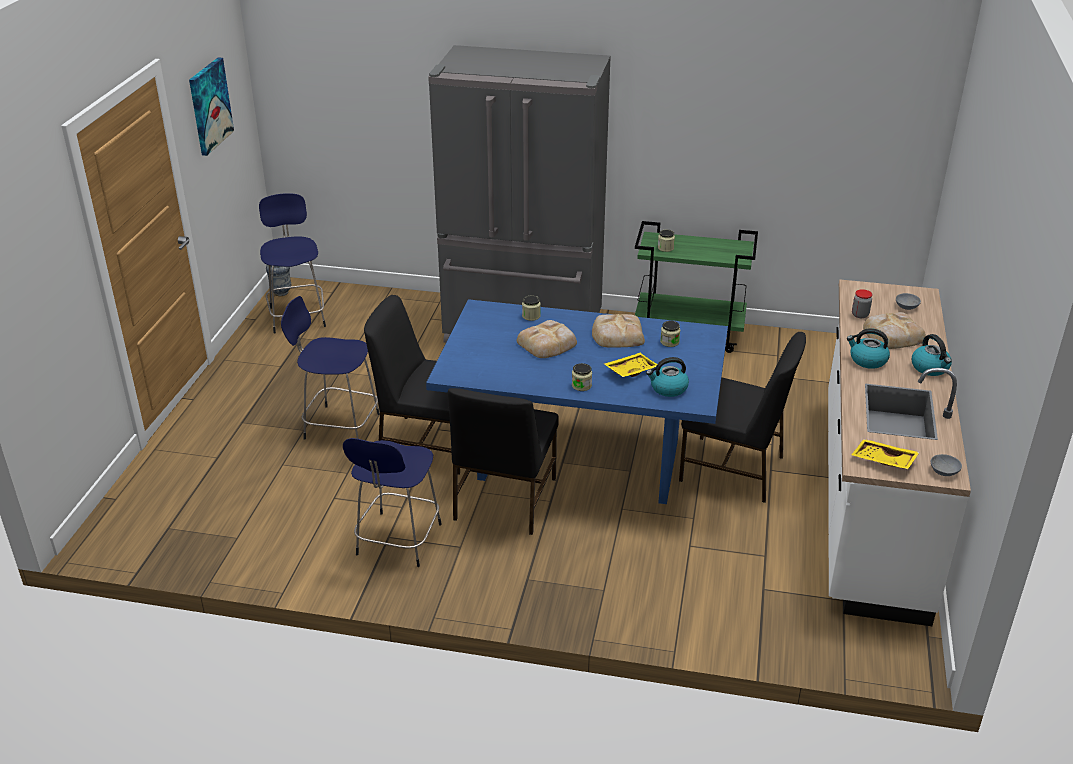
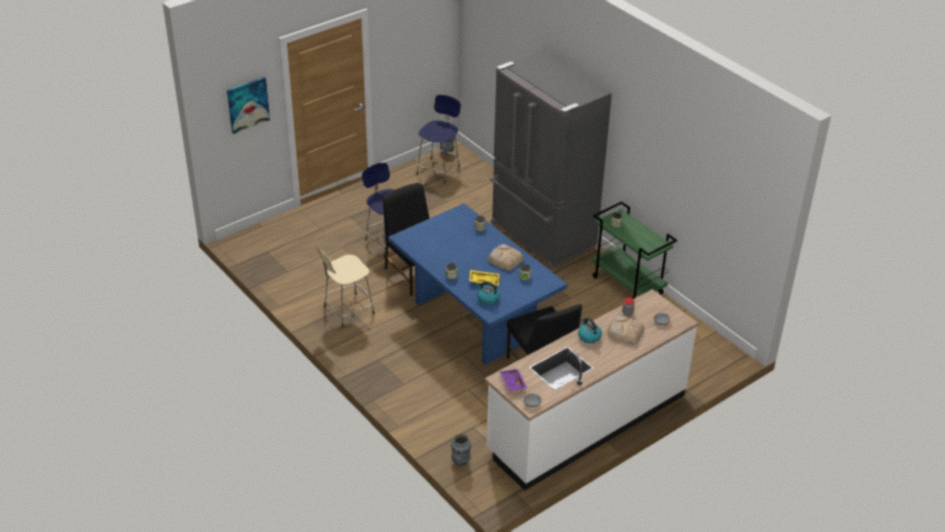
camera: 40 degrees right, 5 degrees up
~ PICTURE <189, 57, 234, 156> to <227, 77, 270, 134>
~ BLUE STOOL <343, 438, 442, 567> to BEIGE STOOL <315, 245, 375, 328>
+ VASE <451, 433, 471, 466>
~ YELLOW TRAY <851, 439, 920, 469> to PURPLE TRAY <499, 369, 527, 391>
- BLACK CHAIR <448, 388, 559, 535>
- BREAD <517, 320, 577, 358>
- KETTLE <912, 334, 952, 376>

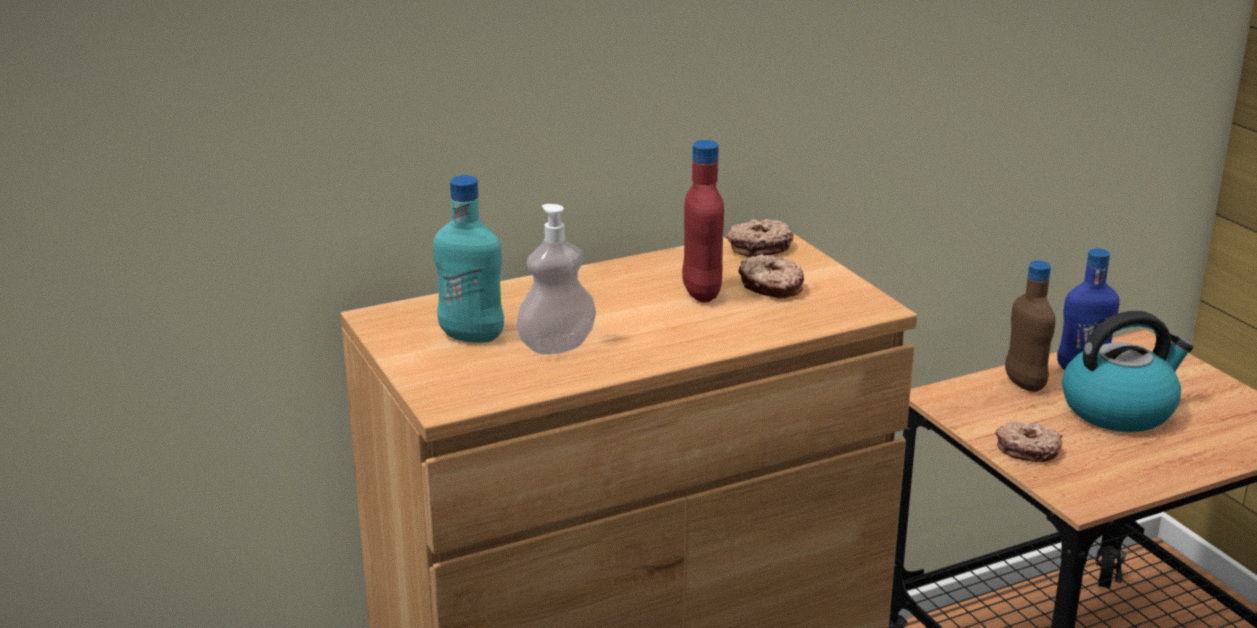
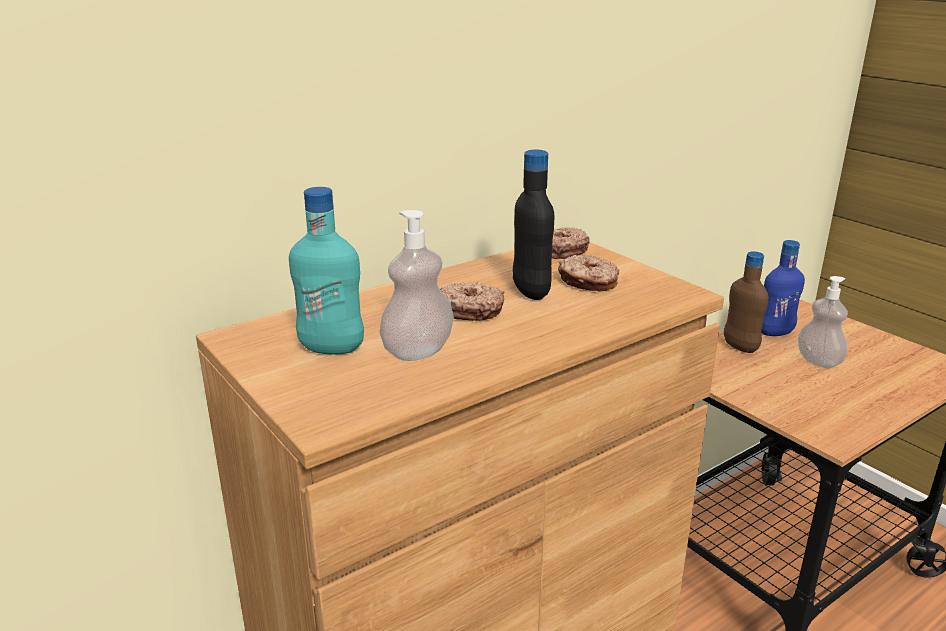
camera: 10 degrees left, 0 degrees up
~ DONUT <995, 422, 1062, 462> to <440, 282, 505, 321>
~ RED BOTTLE <682, 140, 724, 303> to BLACK BOTTLE <513, 150, 554, 300>
~ KETTLE <1062, 311, 1193, 432> to SOAP DISPENSER <798, 276, 848, 368>

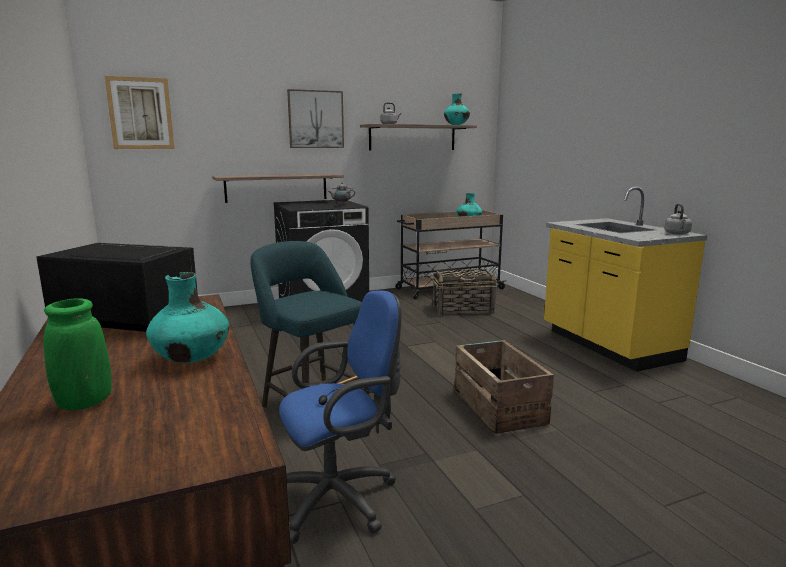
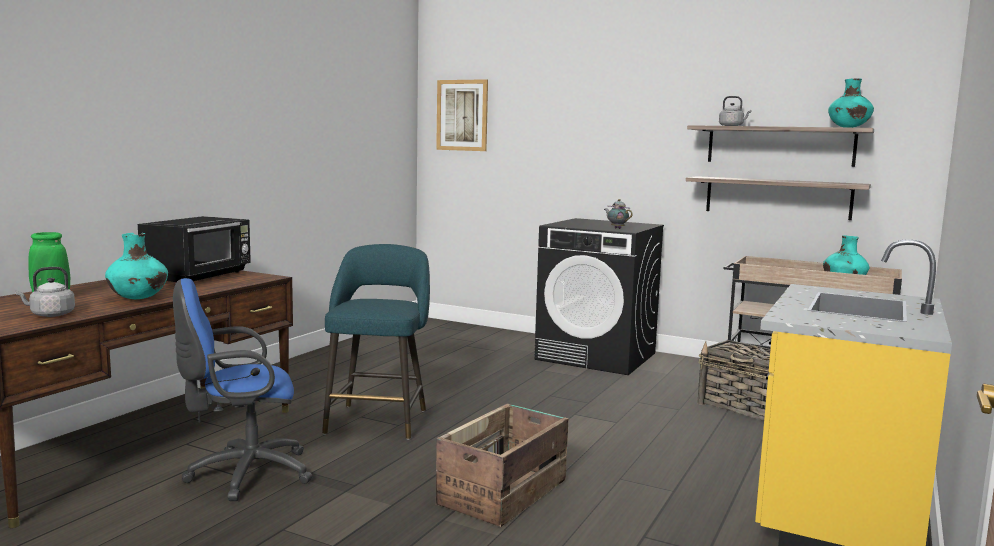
camera: 50 degrees right, 5 degrees down
~ GREY KETTLE <664, 203, 692, 235> to <15, 267, 75, 317>
~ BLACK MICROWAVE <36, 243, 198, 332> = <138, 216, 251, 282> 45 degrees clockwise
~ BLUE OFFICE CHAIR <279, 290, 402, 544> = <173, 278, 313, 501> 135 degrees clockwise
~ SHELF <213, 173, 344, 203> to <686, 176, 871, 220>
- PICTURE <287, 89, 344, 148>

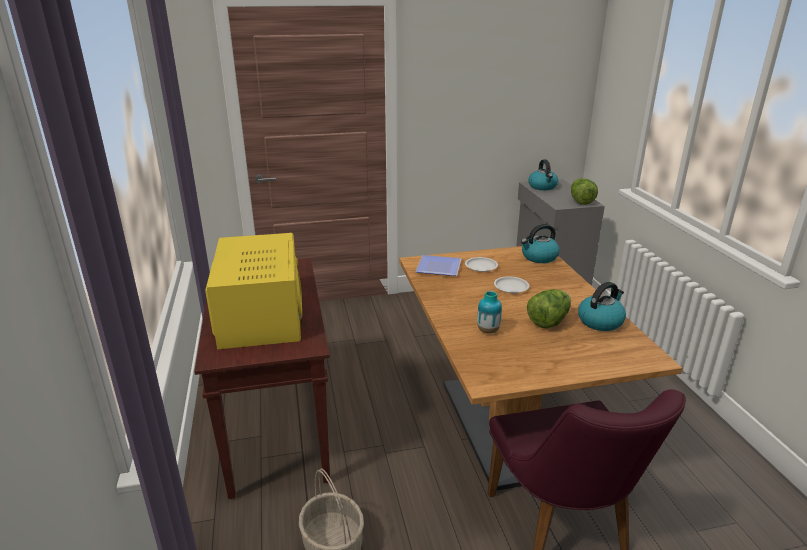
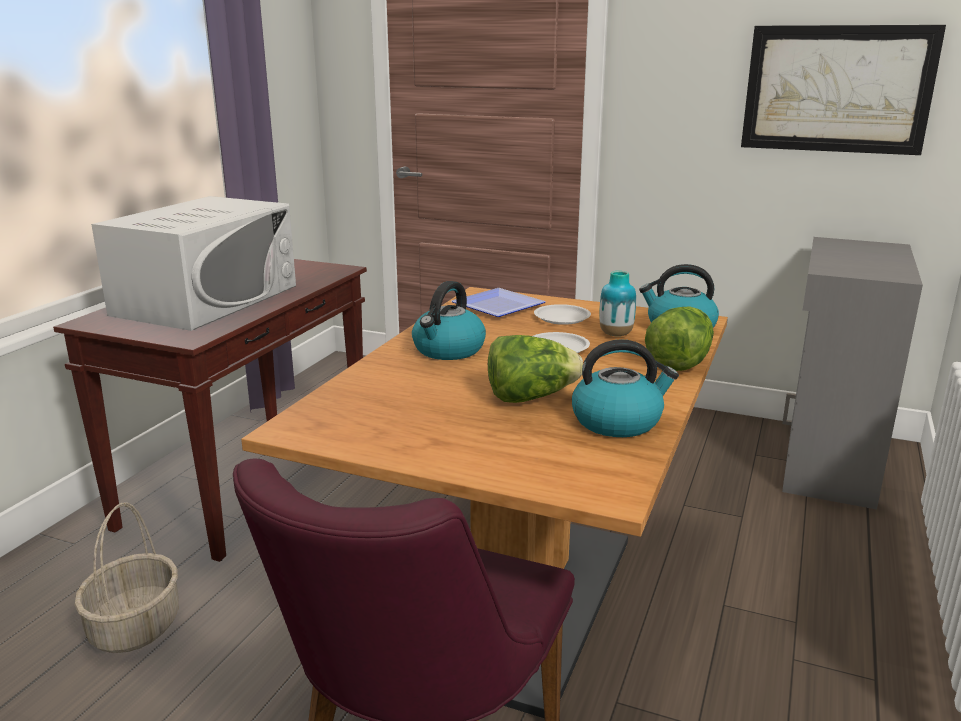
camera: 35 degrees right, 5 degrees down
~ YELLOW MICROWAVE <205, 233, 302, 349> to WHITE MICROWAVE <91, 196, 296, 331>
~ KETTLE <529, 159, 558, 190> to <412, 281, 486, 360>
~ VASE <477, 291, 502, 334> to <599, 271, 636, 336>
~ LETTUCE <571, 178, 598, 205> to <645, 306, 714, 371>
+ PICTURE <741, 25, 946, 155>

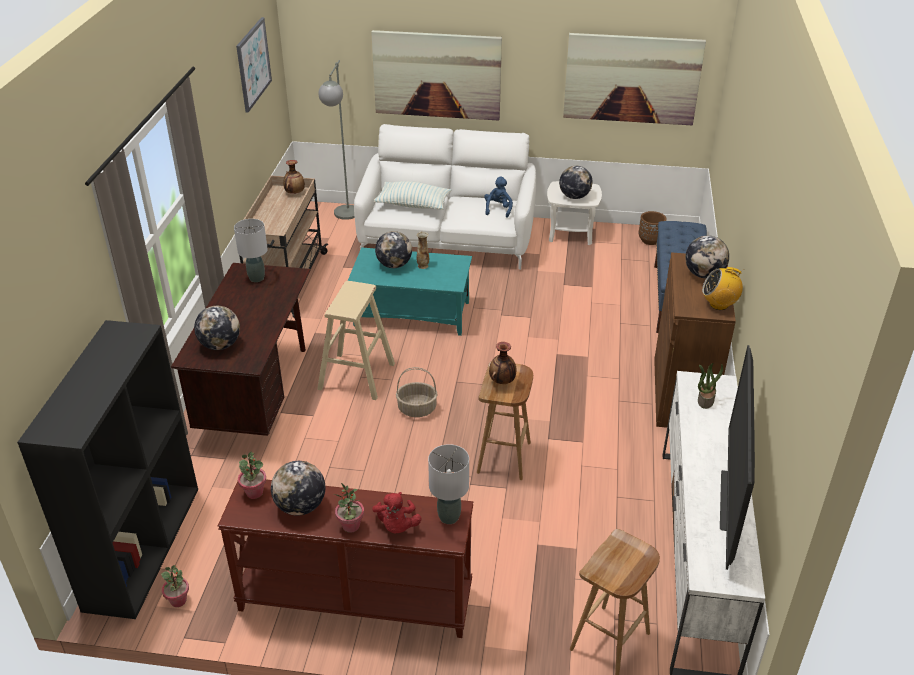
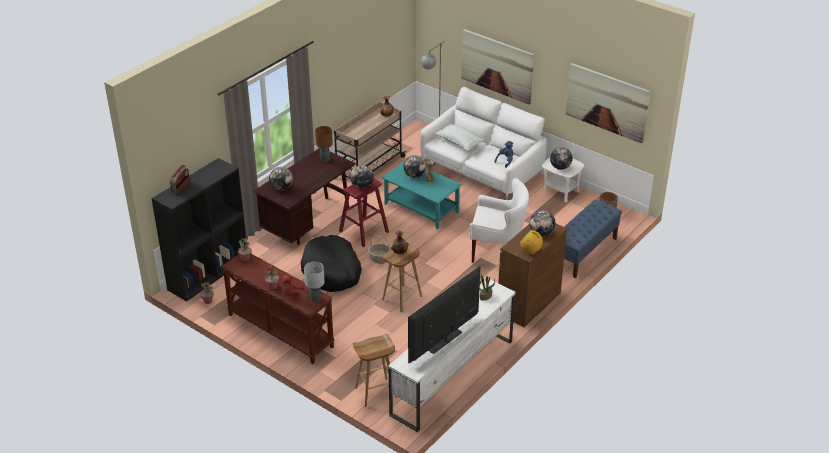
camera: 30 degrees right, 0 degrees up
+ RADIO <170, 165, 190, 194>
+ BLACK DOG BED <301, 235, 362, 292>
~ GREY TABLE LAMP <234, 219, 268, 282> to BROWN TABLE LAMP <315, 126, 333, 162>
~ BEIGE STOOL <317, 281, 395, 400> to RED STOOL <339, 179, 389, 247>
~ GLOBE <271, 461, 325, 516> to <350, 165, 374, 189>
+ WHITE ARMCHAIR <469, 178, 529, 263>
- PICTURE <236, 17, 272, 113>

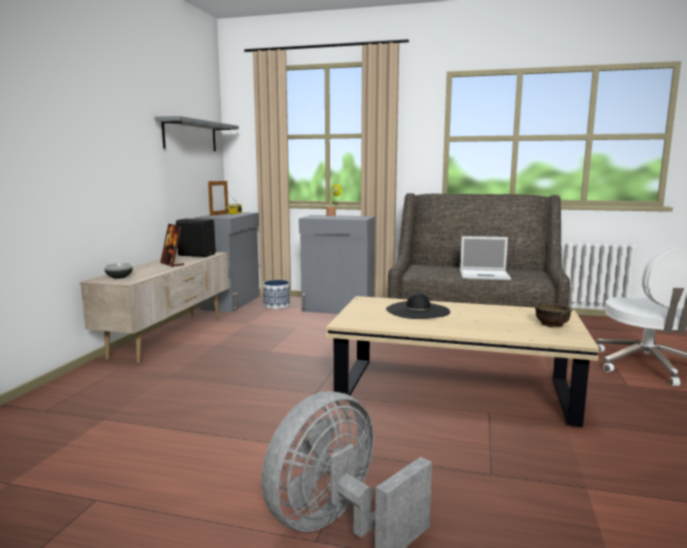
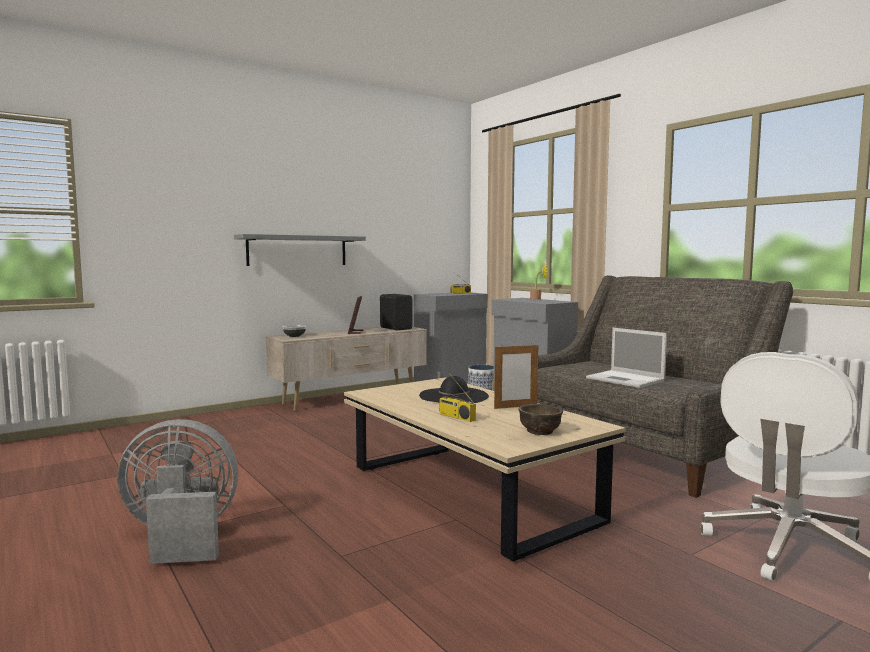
camera: 40 degrees right, 5 degrees down
~ GREY SHELF <155, 116, 239, 151> to <234, 234, 366, 266>
+ RADIO <439, 373, 476, 422>
~ PICTURE FRAME <208, 180, 228, 216> to <494, 343, 538, 409>

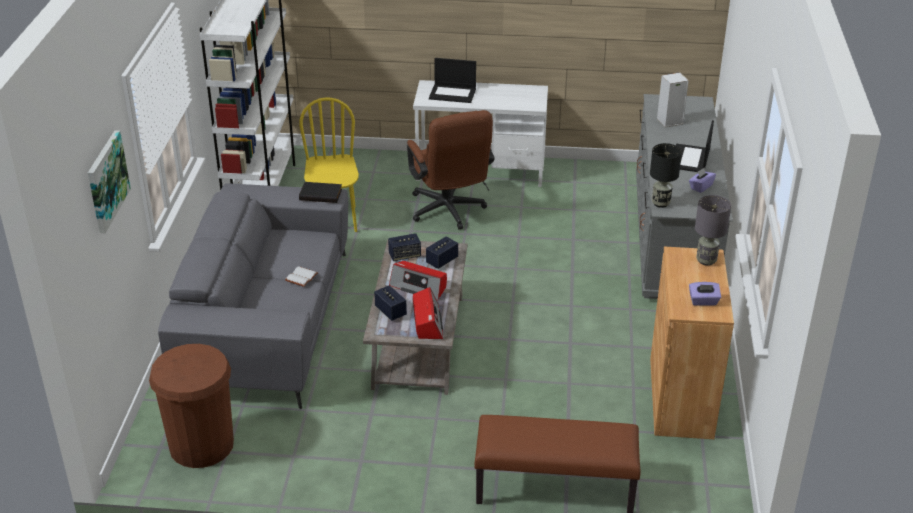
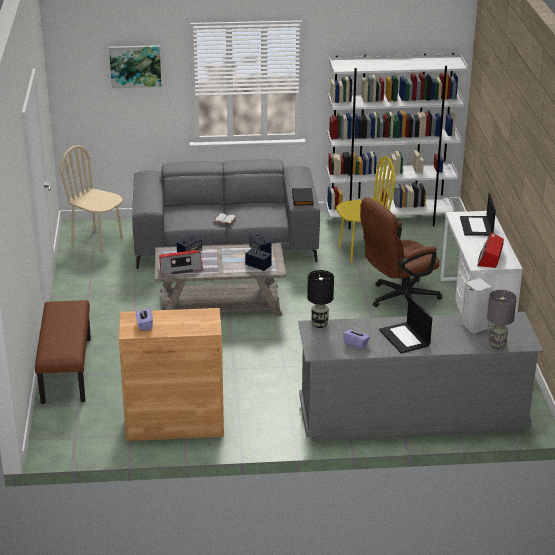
camera: 80 degrees right, 5 degrees down
~ BROWN TRASH CAN <149, 344, 234, 468> to BEIGE CHAIR <60, 145, 123, 254>
~ LAPTOP <676, 120, 714, 172> = <379, 296, 432, 353> 120 degrees counterclockwise
~ RADIO <389, 261, 447, 300> to <477, 232, 504, 268>
~ GREY TABLE LAMP <695, 195, 731, 266> to <487, 290, 517, 349>

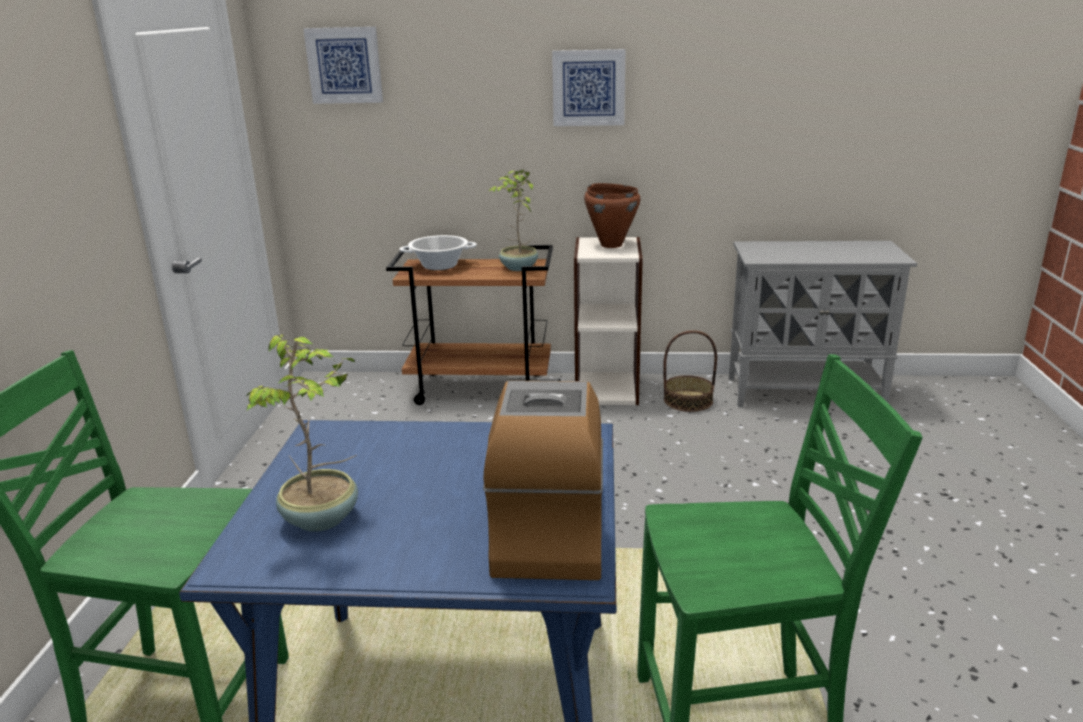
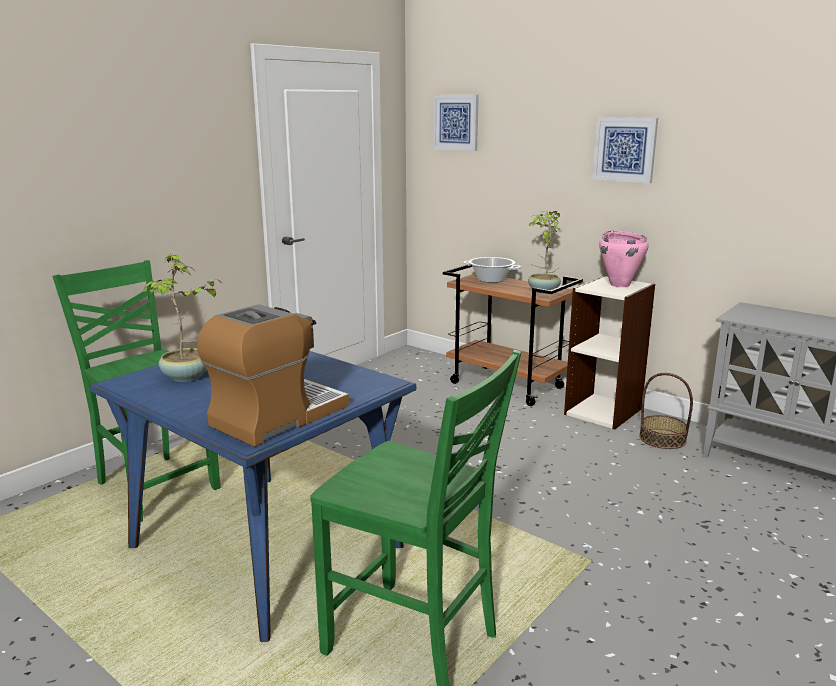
camera: 35 degrees right, 5 degrees down
~ BROWN COOKING POT <584, 183, 640, 248> to PINK COOKING POT <599, 231, 648, 287>

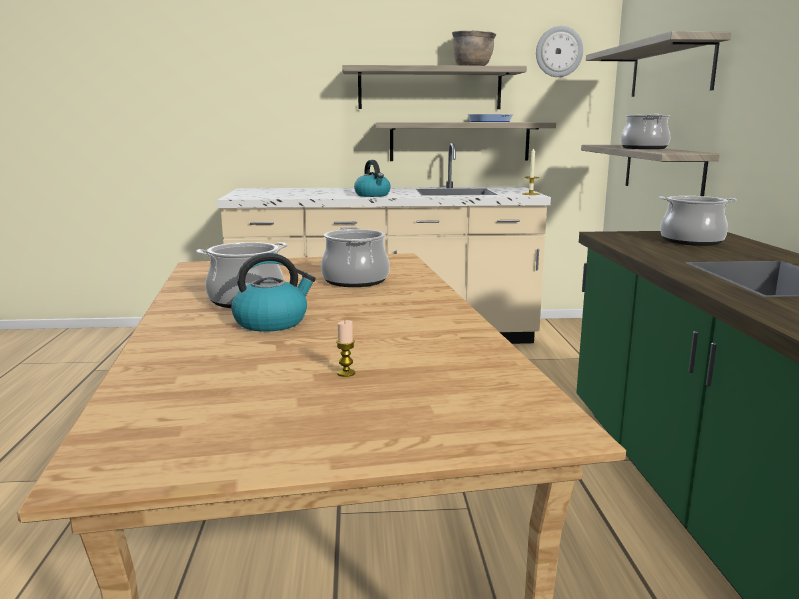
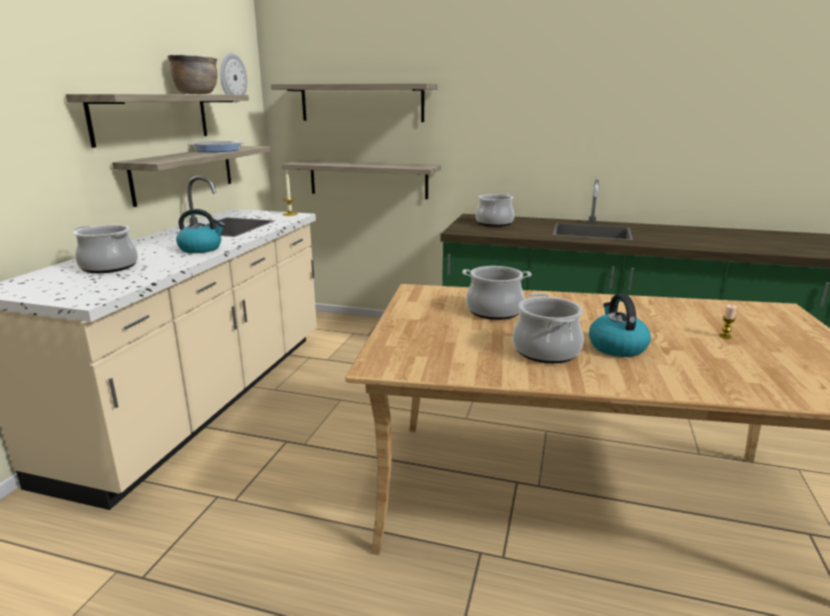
camera: 70 degrees left, 5 degrees up
~ COOKING POT <621, 114, 670, 149> to <74, 225, 138, 273>

